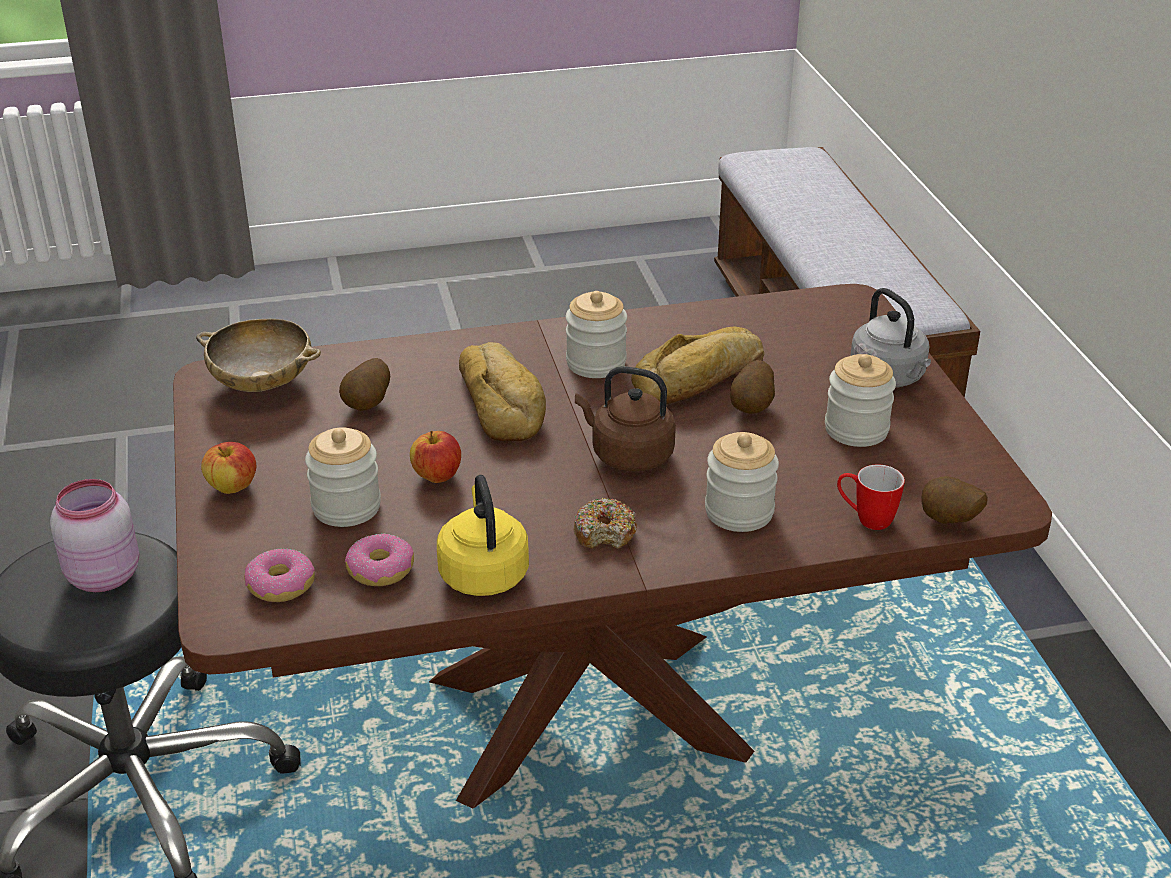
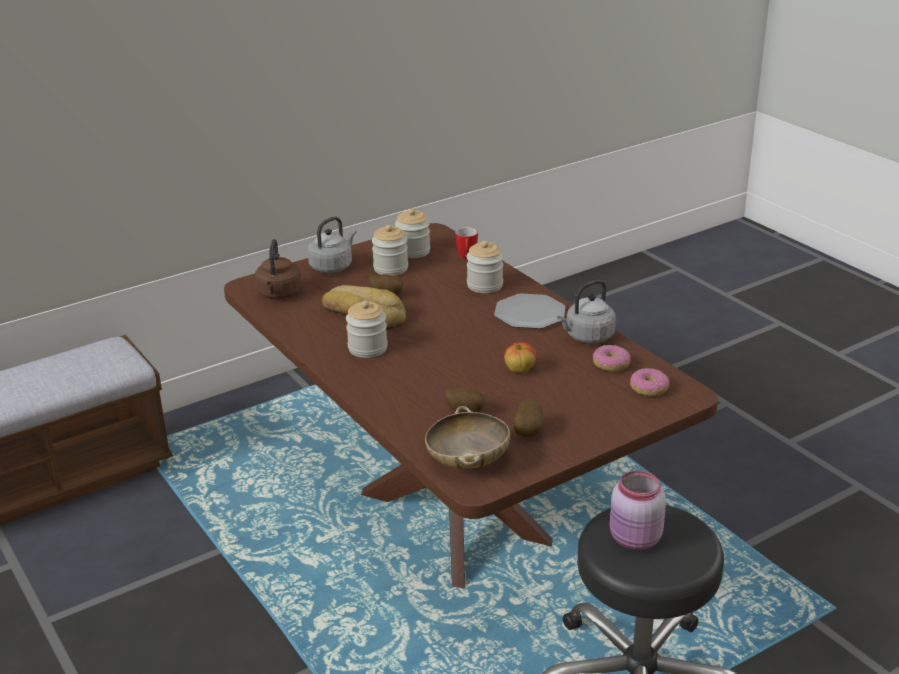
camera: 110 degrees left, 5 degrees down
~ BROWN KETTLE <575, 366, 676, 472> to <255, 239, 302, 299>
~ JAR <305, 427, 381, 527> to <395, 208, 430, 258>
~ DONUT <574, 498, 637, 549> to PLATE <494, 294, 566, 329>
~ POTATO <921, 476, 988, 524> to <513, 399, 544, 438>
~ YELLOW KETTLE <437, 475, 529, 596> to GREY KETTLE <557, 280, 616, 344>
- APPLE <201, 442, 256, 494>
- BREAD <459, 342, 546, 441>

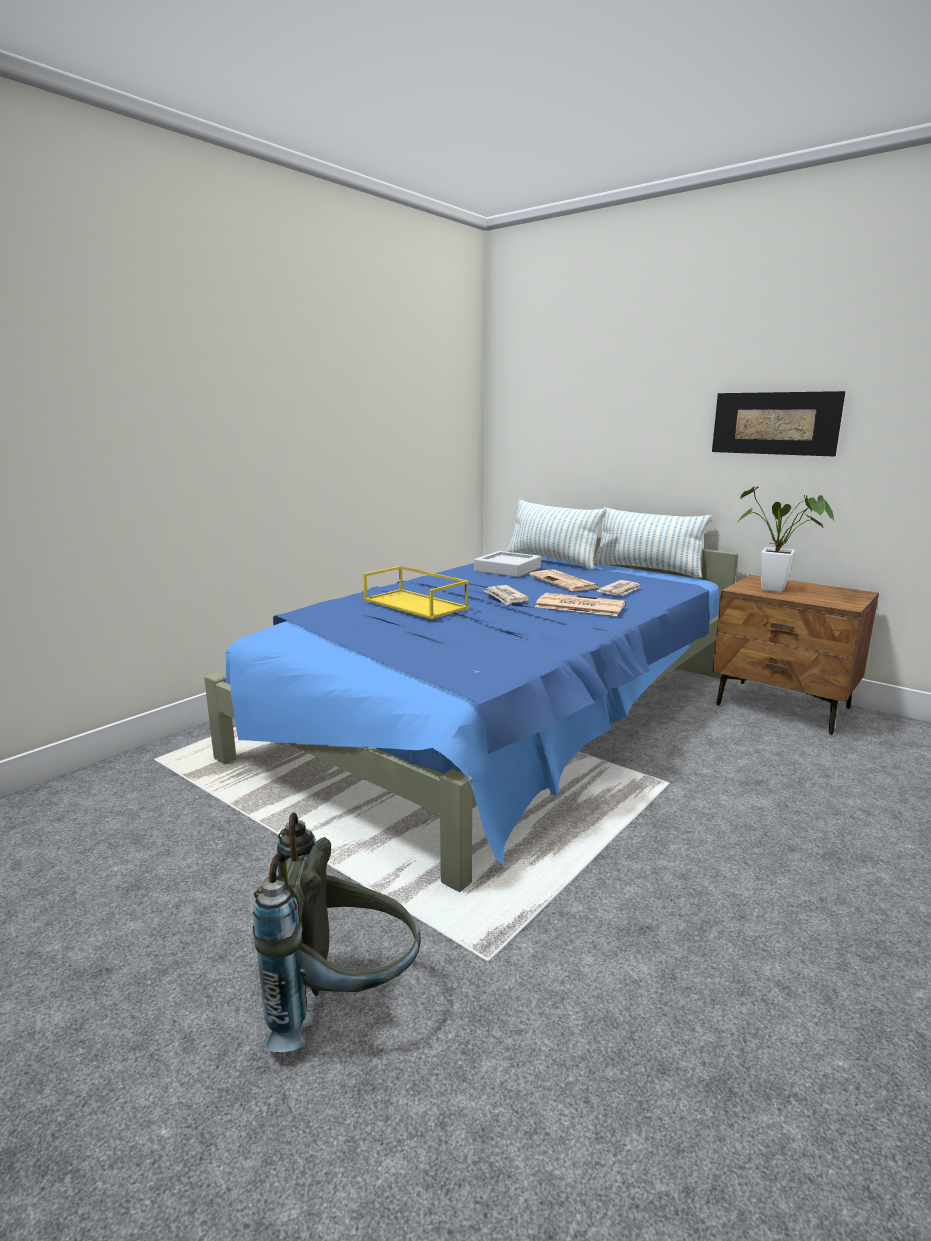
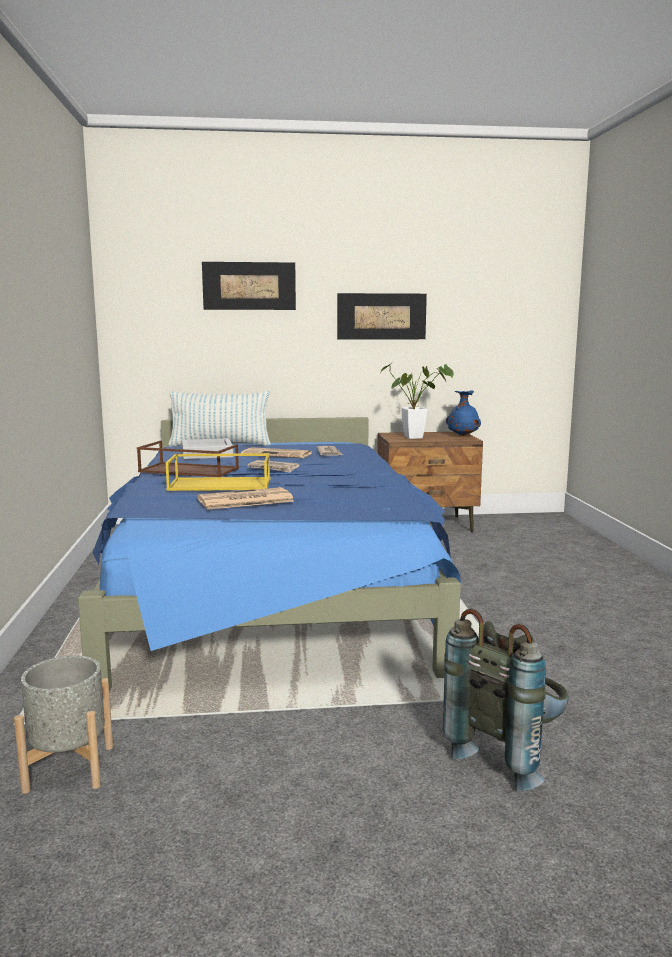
camera: 45 degrees left, 5 degrees down
+ GREY PLANTER <14, 656, 113, 794>
+ BROWN TRAY <137, 441, 239, 477>
~ NEWSPAPER <535, 593, 625, 616> to <197, 487, 294, 510>
+ PICTURE <202, 262, 296, 310>
+ BLUE VASE <446, 390, 481, 436>
- PILLOW <593, 507, 712, 578>

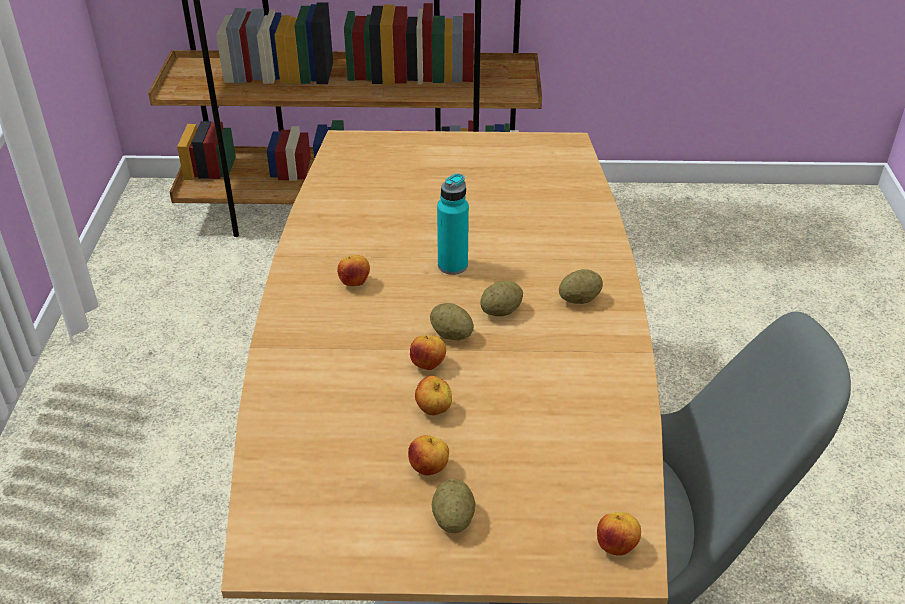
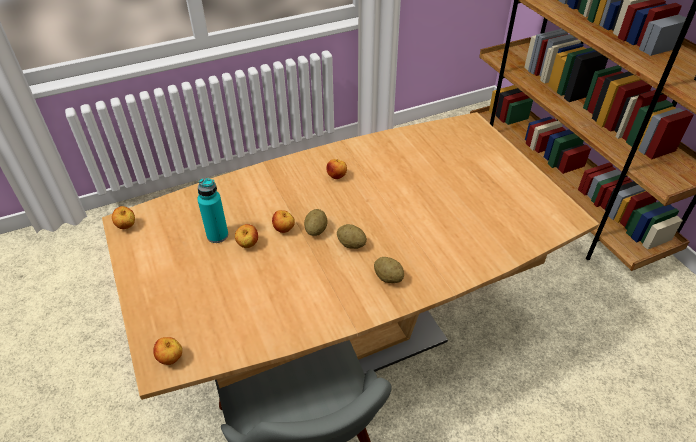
camera: 65 degrees right, 5 degrees up
~ APPLE <408, 435, 449, 476> to <112, 206, 135, 229>
~ TURQUOISE BOTTLE <437, 173, 469, 275> to <197, 178, 228, 243>
- POTATO <432, 479, 475, 533>

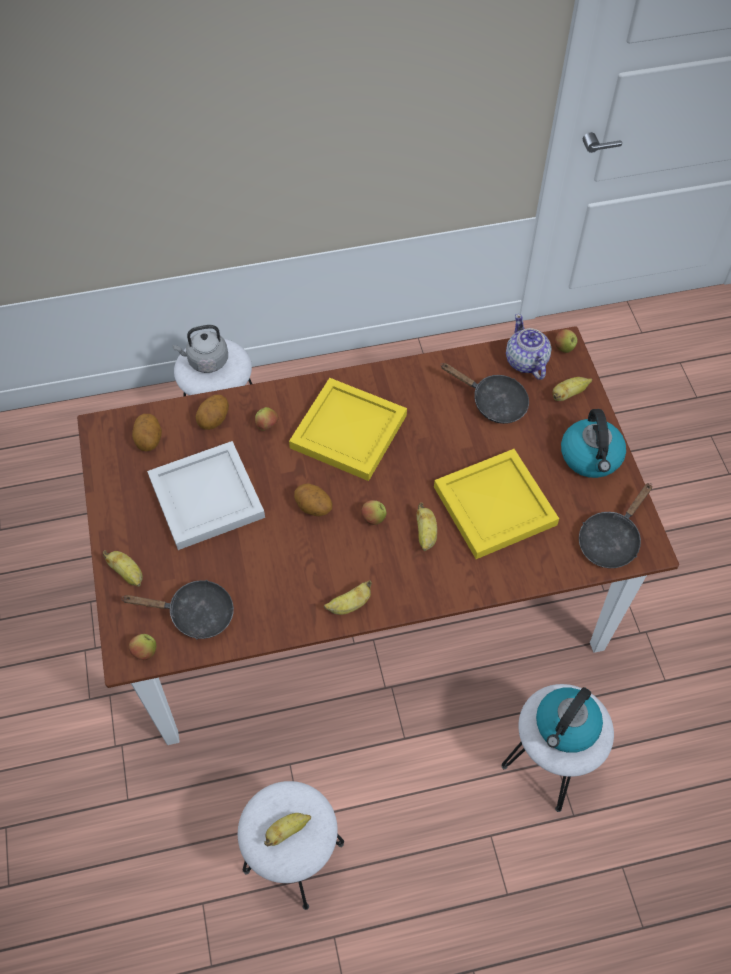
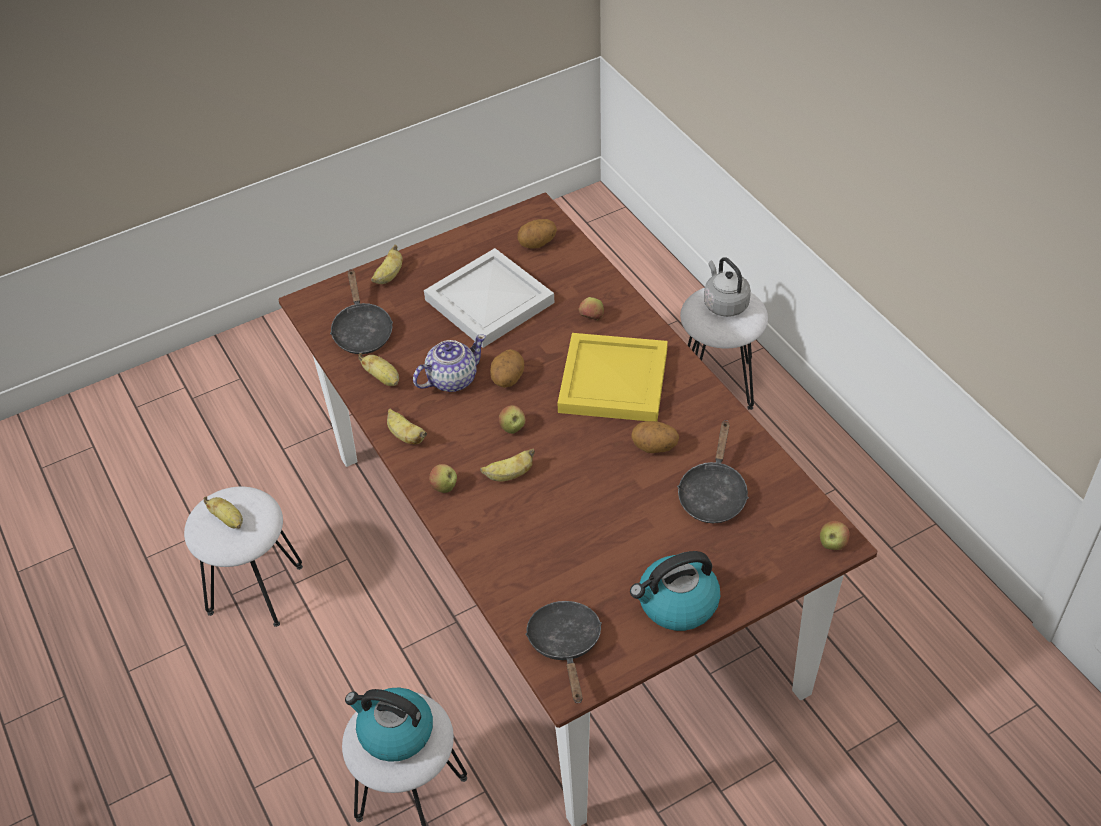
camera: 75 degrees right, 10 degrees down
~ BANANA <552, 377, 592, 401> to <358, 353, 399, 386>
~ TEAPOT <506, 314, 551, 380> to <413, 334, 486, 392>
~ APPLE <129, 634, 156, 660> to <429, 464, 457, 493>
~ BLACK FRYING PAN <579, 483, 652, 568> = <525, 601, 602, 703> 60 degrees clockwise
~ POTATO <196, 395, 229, 430> to <631, 421, 679, 453>
- YELLOW TRAY <434, 449, 559, 559>

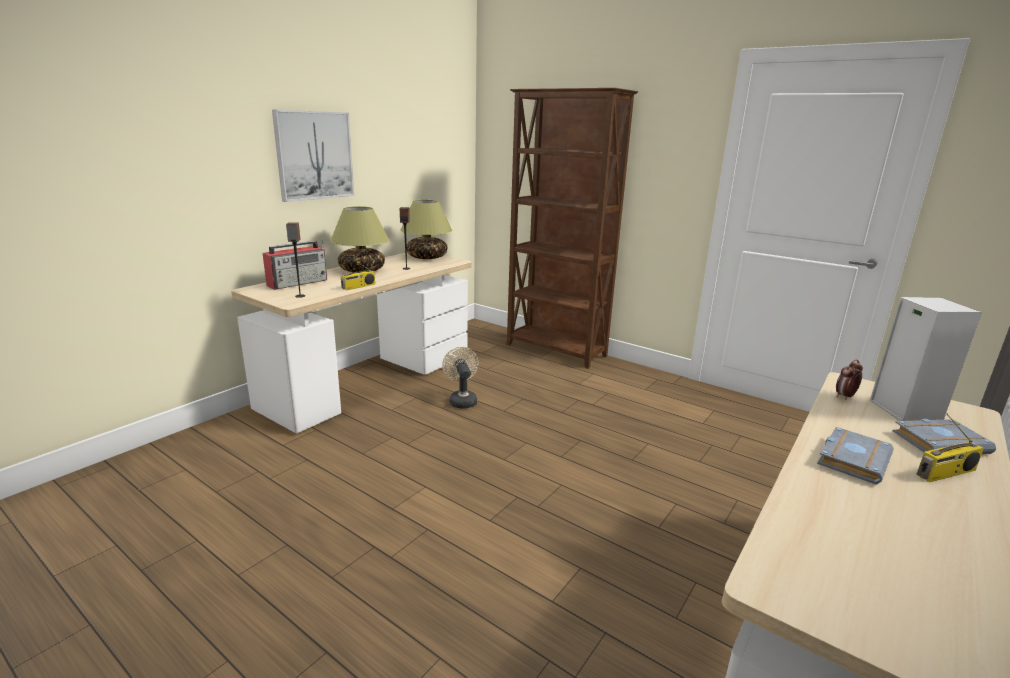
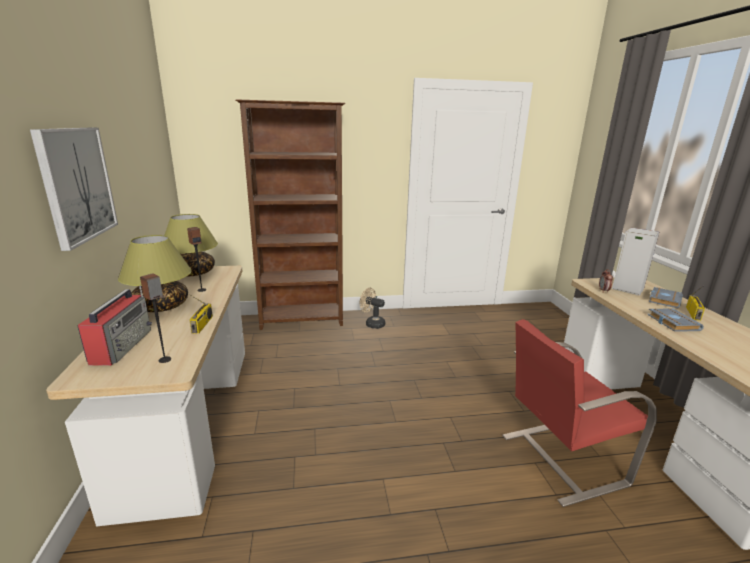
camera: 45 degrees left, 0 degrees up
~ BEIGE FAN <442, 347, 479, 408> to <360, 288, 385, 329>
+ RED CHAIR <502, 319, 657, 507>

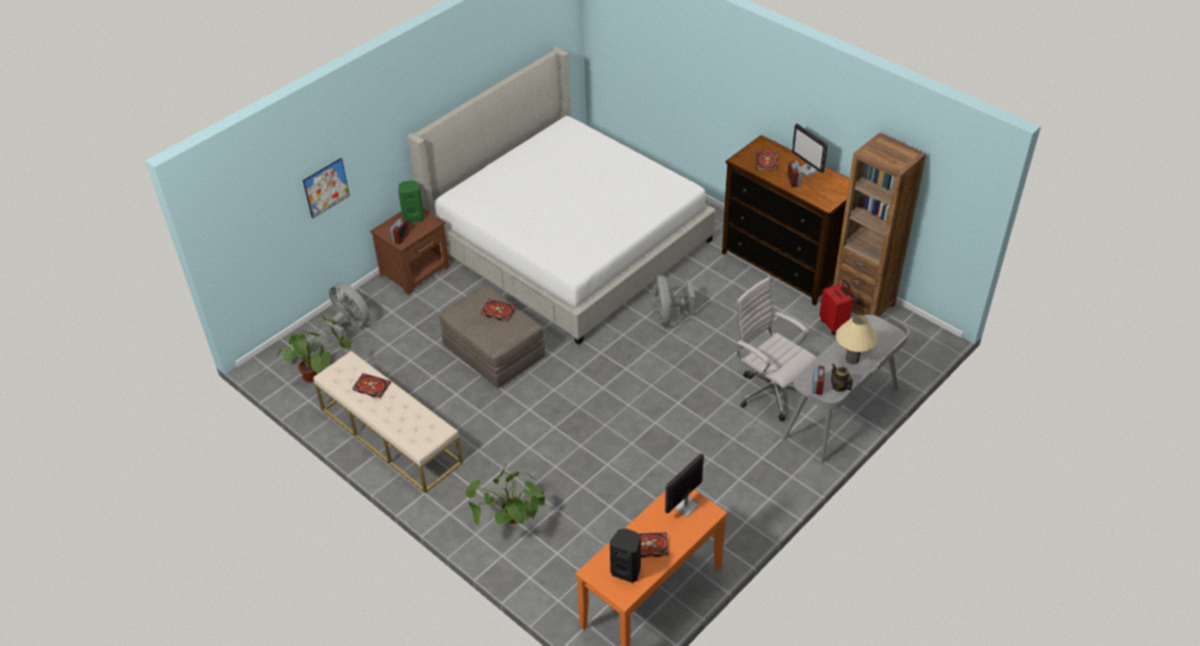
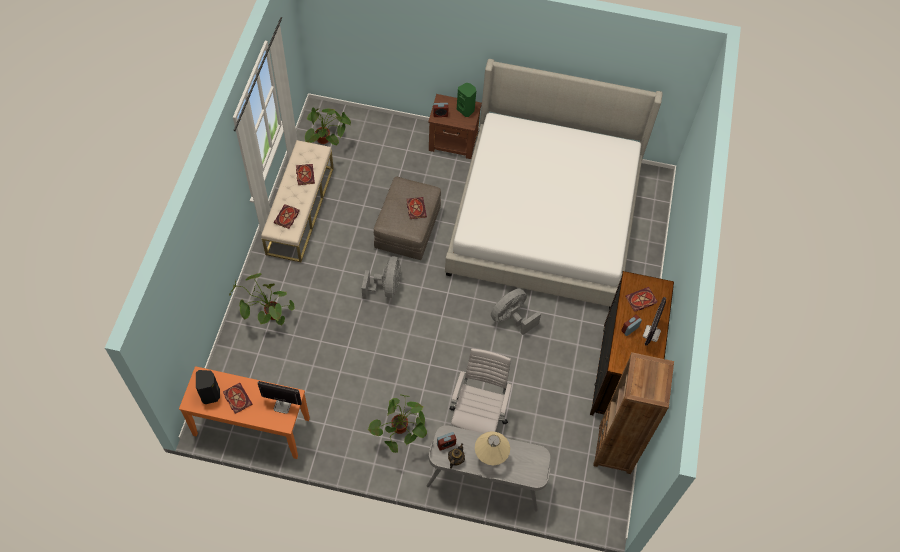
camera: 55 degrees right, 15 degrees up
+ BOOK <274, 204, 299, 229>
~ GREY FAN <323, 282, 370, 349> to <362, 256, 401, 299>
+ POTTED PLANT <367, 394, 427, 453>
- PICTURE <303, 158, 350, 218>
- RED SUITCASE <819, 280, 853, 335>

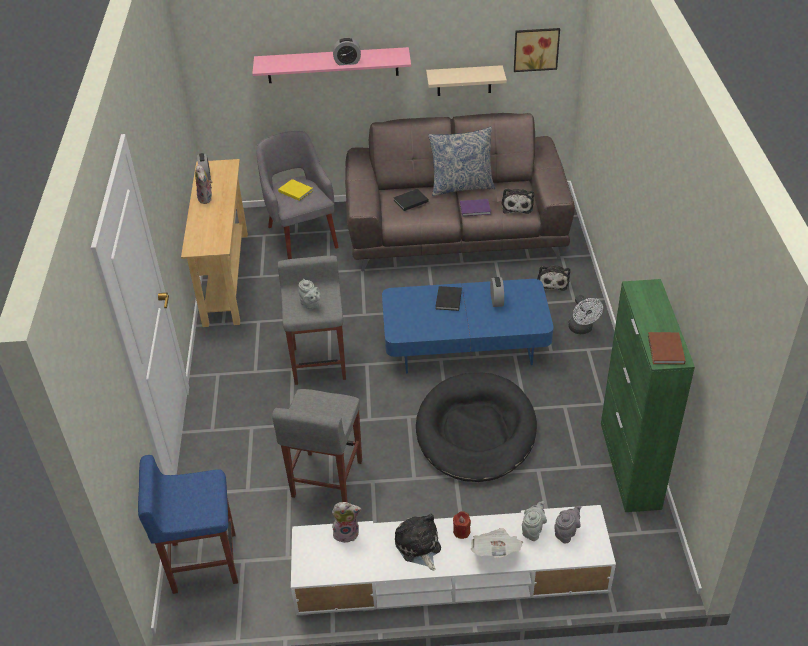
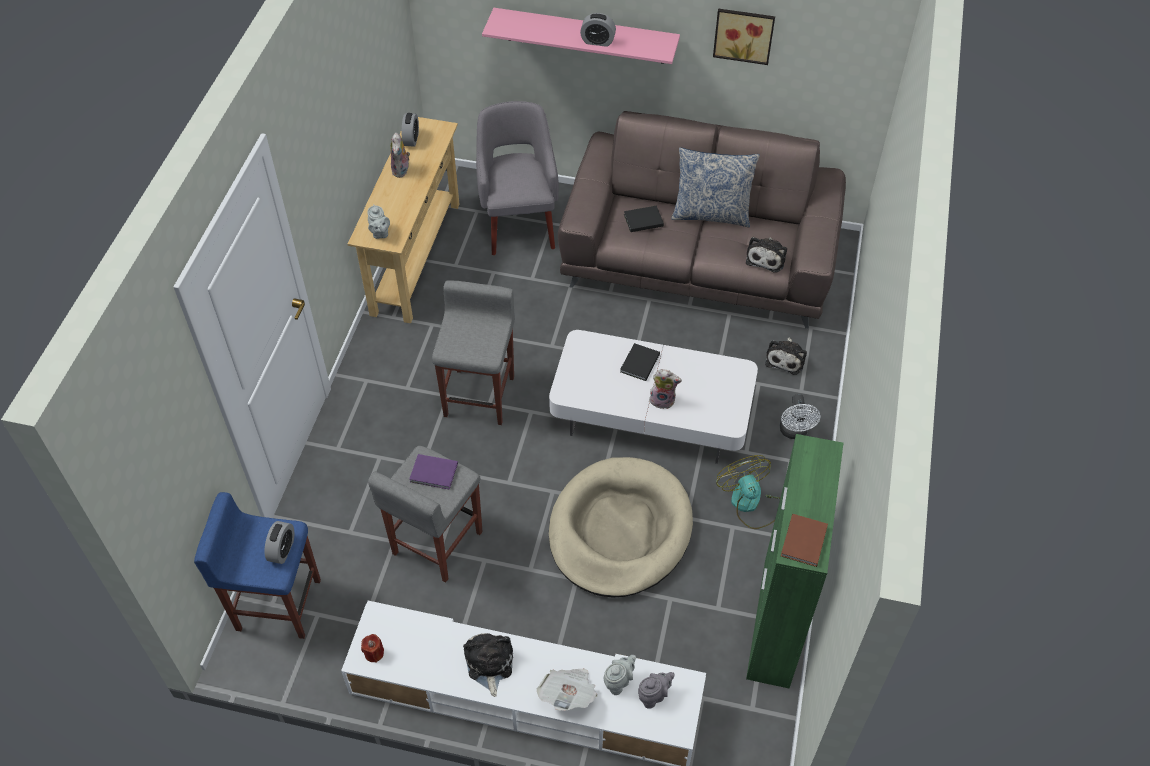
camera: 15 degrees right, 10 degrees up
~ ALARM CLOCK <490, 277, 504, 307> to <264, 521, 294, 564>
~ RED CANDLE <453, 511, 471, 539> to <361, 634, 384, 663>
~ GREY TEAPOT <299, 279, 321, 309> to <367, 204, 390, 239>
~ PURPLE BOOK <460, 199, 491, 217> to <409, 454, 458, 490>
~ BLUE COFFEE TABLE <382, 279, 553, 373> to WHITE COFFEE TABLE <549, 330, 758, 464>
~ BLACK DOG BED <416, 373, 537, 482> to BEIGE DOG BED <549, 457, 693, 597>
~ PLUSH TOY <332, 502, 361, 543> to <649, 369, 682, 409>
~ PICTURE <514, 28, 560, 72> to <713, 9, 775, 65>
+ FAN <716, 455, 780, 529>
- YELLOW BOOK <278, 179, 313, 201>
- BEIGE SHELF <426, 65, 507, 96>

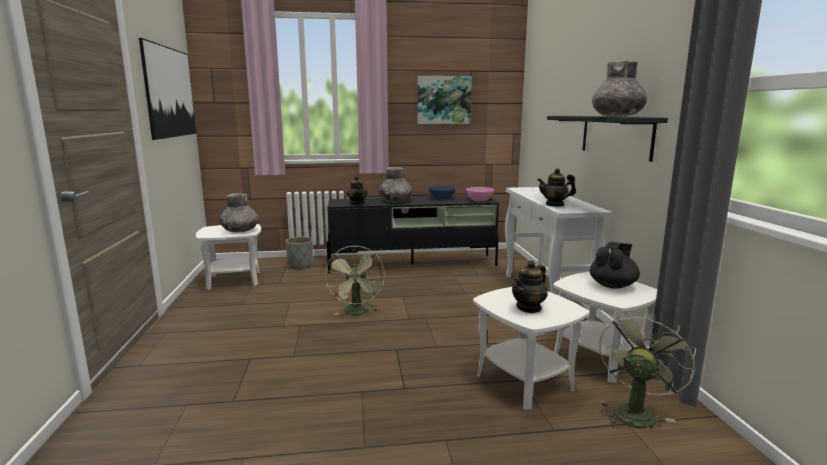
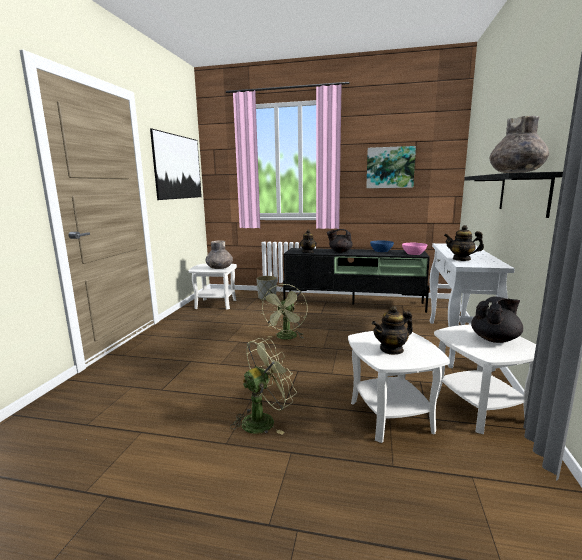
camera: 20 degrees right, 0 degrees up
~ GREEN FAN <599, 312, 696, 429> to <230, 338, 297, 435>
~ GREY VASE <379, 167, 412, 202> to BLACK TEAPOT <327, 229, 353, 253>

